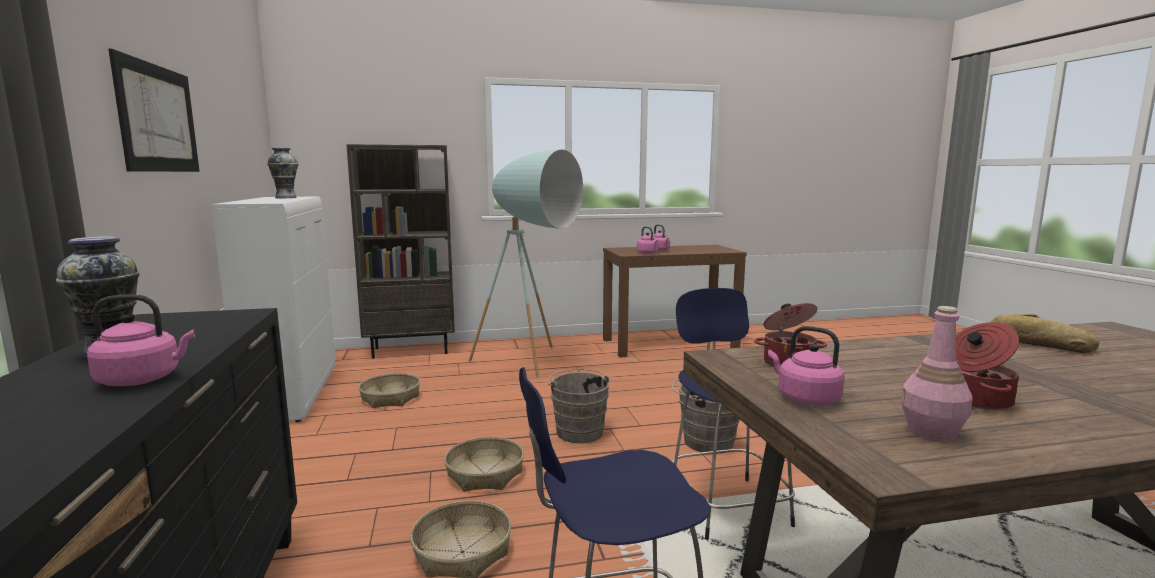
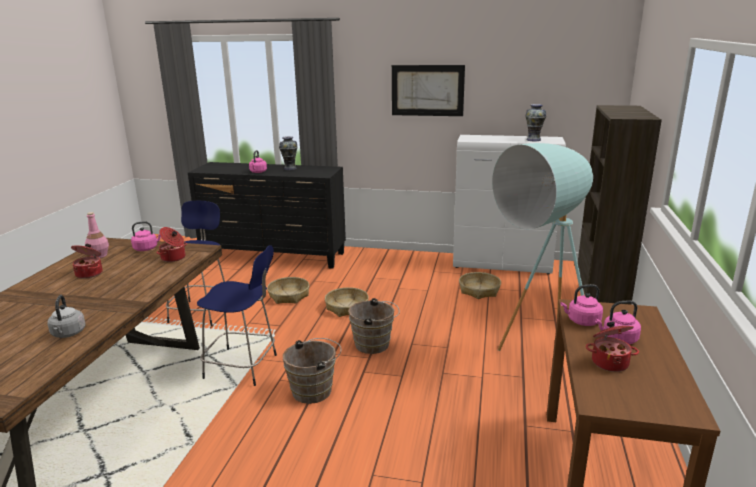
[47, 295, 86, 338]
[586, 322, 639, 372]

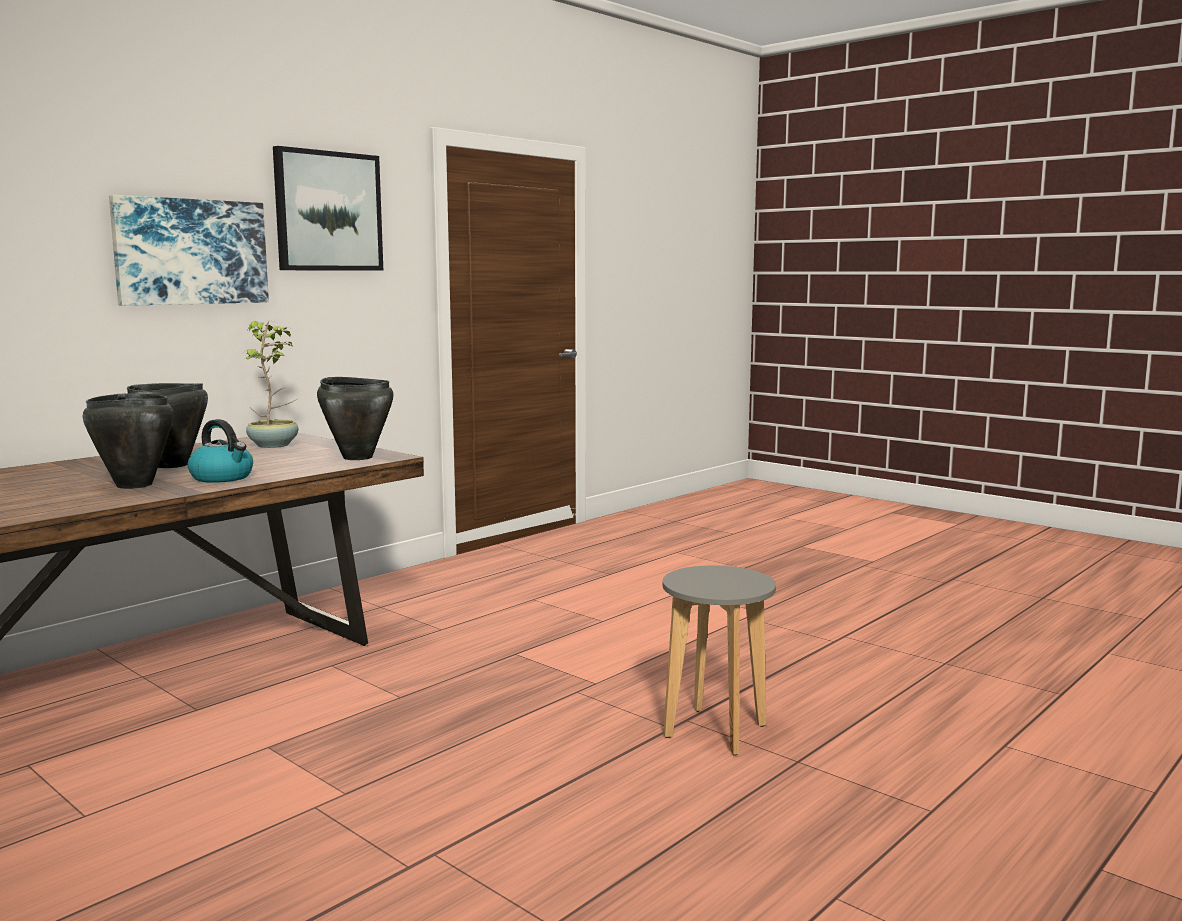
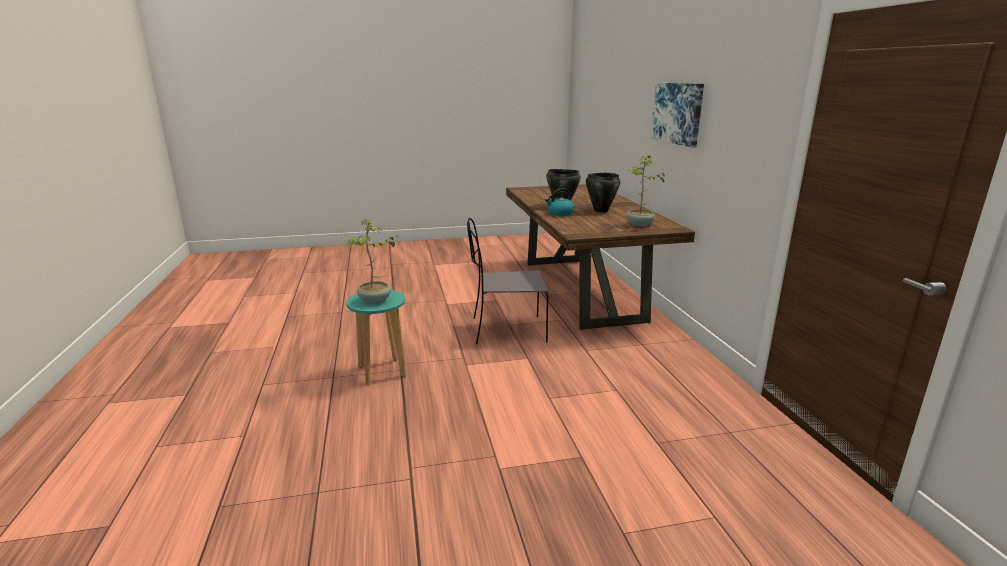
[273, 146, 383, 271] (first image)
[317, 377, 393, 460] (first image)
[346, 290, 406, 385]
[347, 219, 399, 304]
[467, 218, 548, 344]

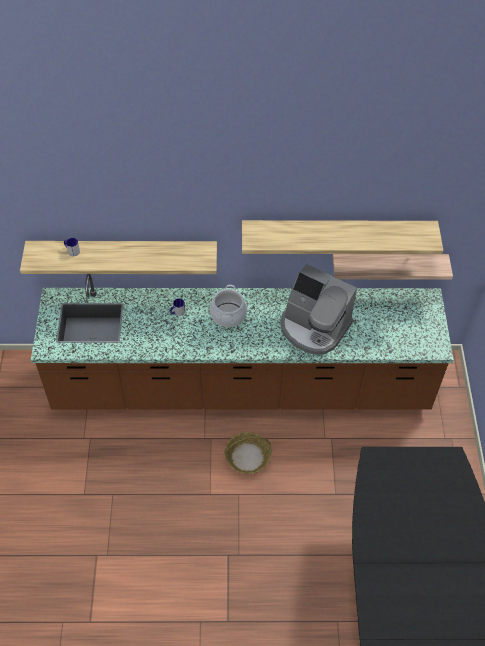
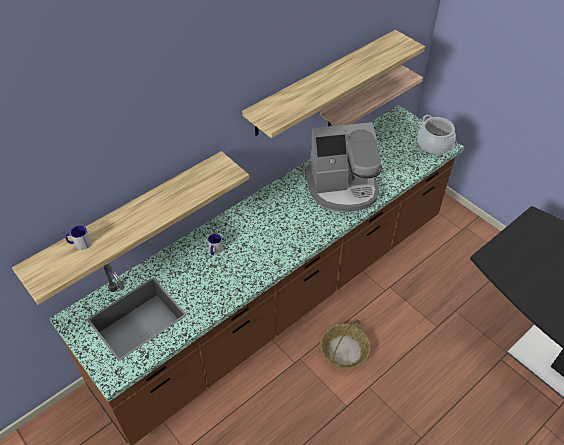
[417, 115, 456, 155]

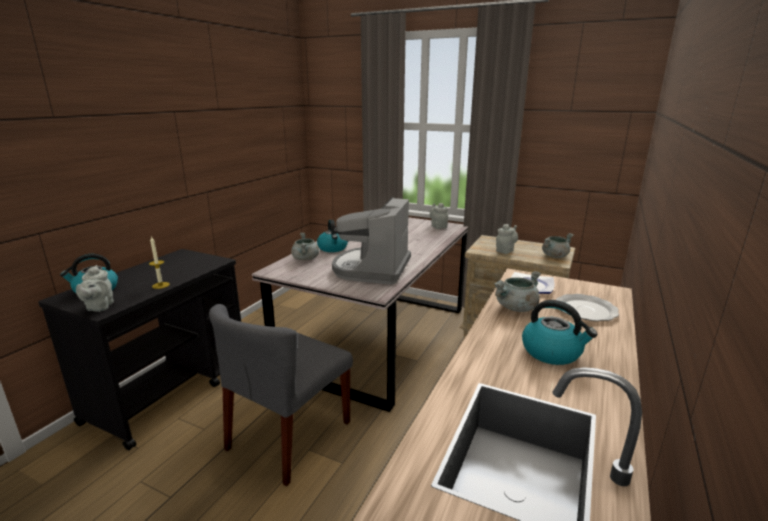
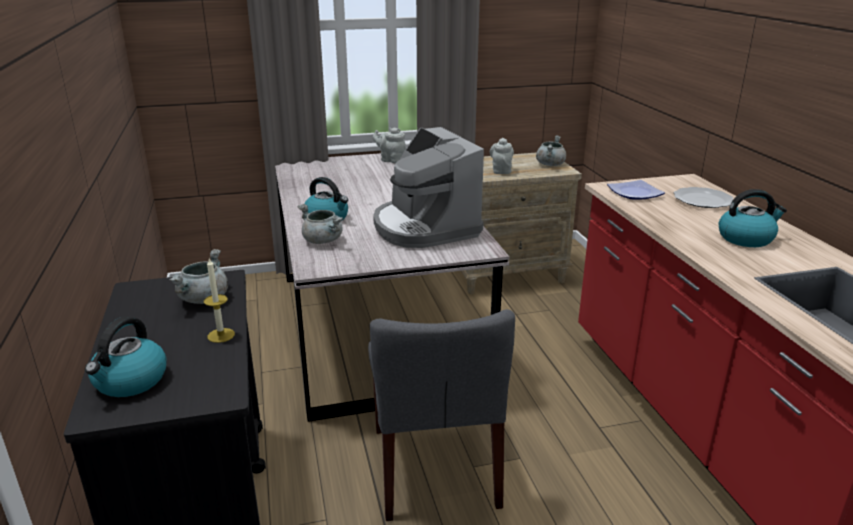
[76, 265, 114, 312] (first image)
[169, 249, 228, 304]

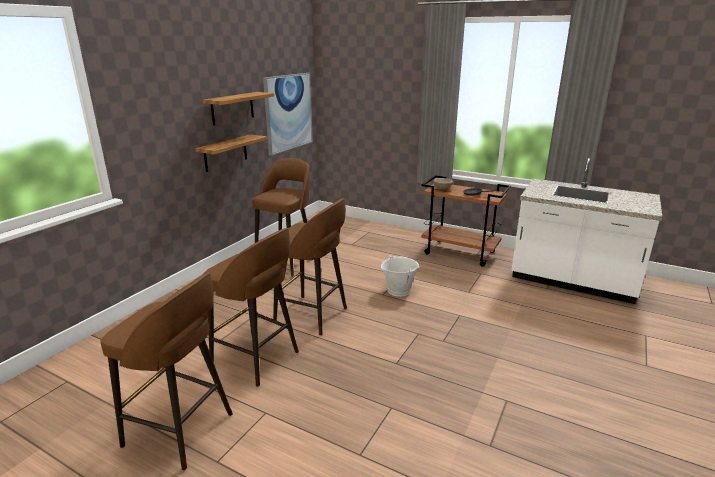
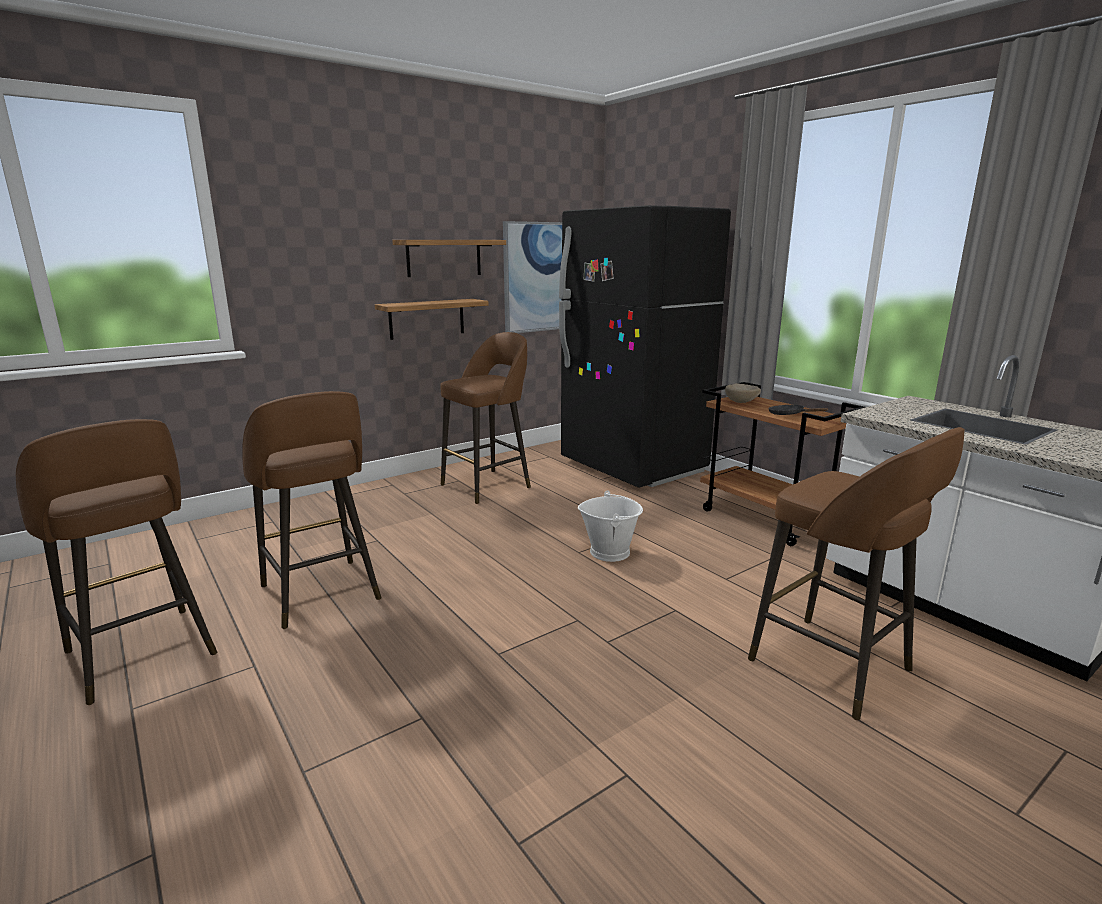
[748, 427, 965, 720]
[559, 205, 731, 488]

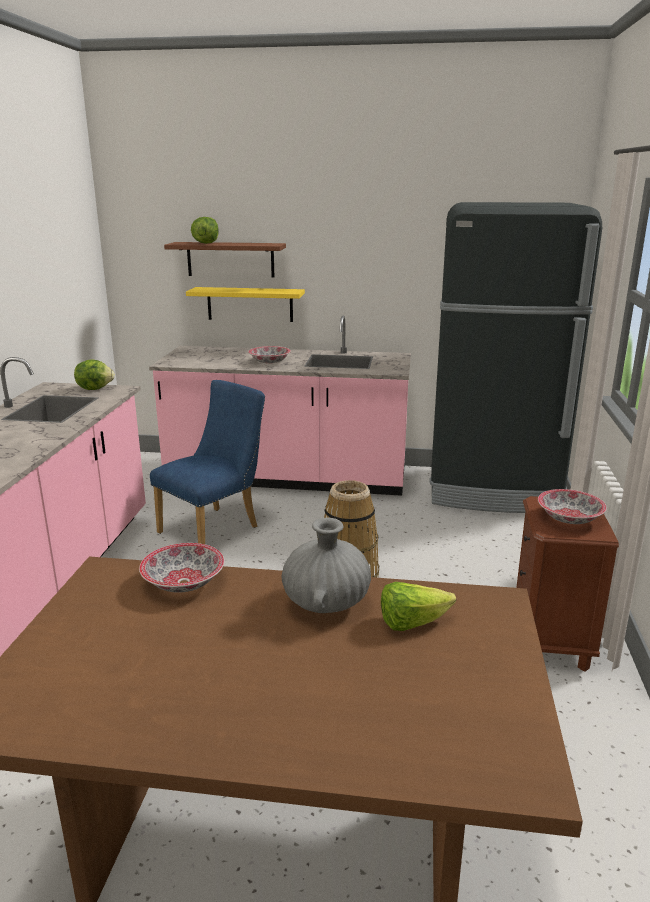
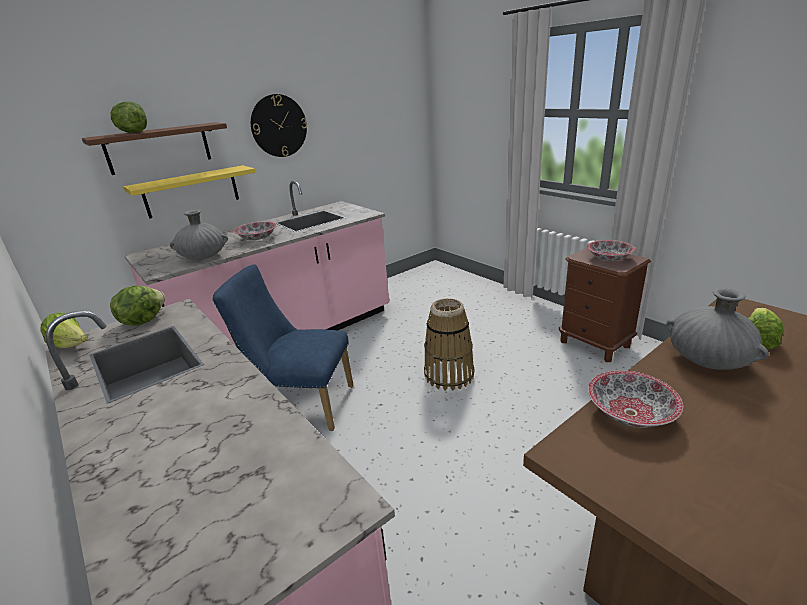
[212, 264, 353, 431]
[430, 202, 602, 513] (first image)
[40, 313, 88, 348]
[170, 210, 228, 260]
[251, 94, 307, 157]

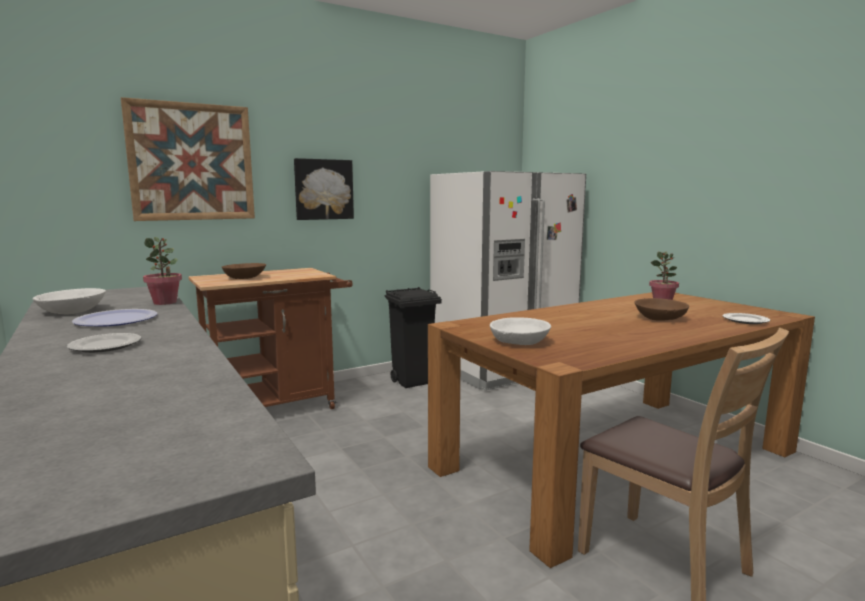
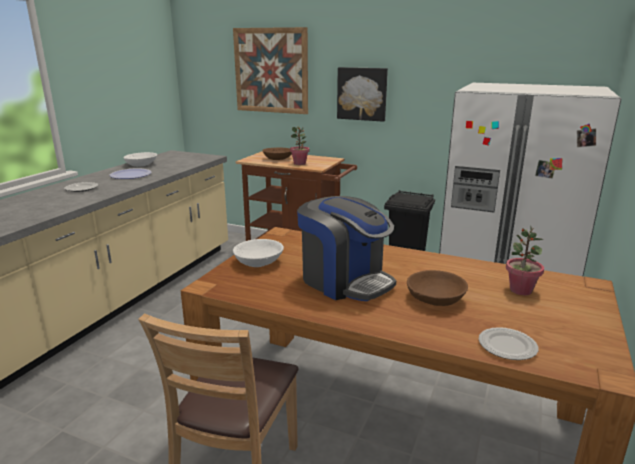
[290, 126, 309, 165]
[297, 196, 396, 301]

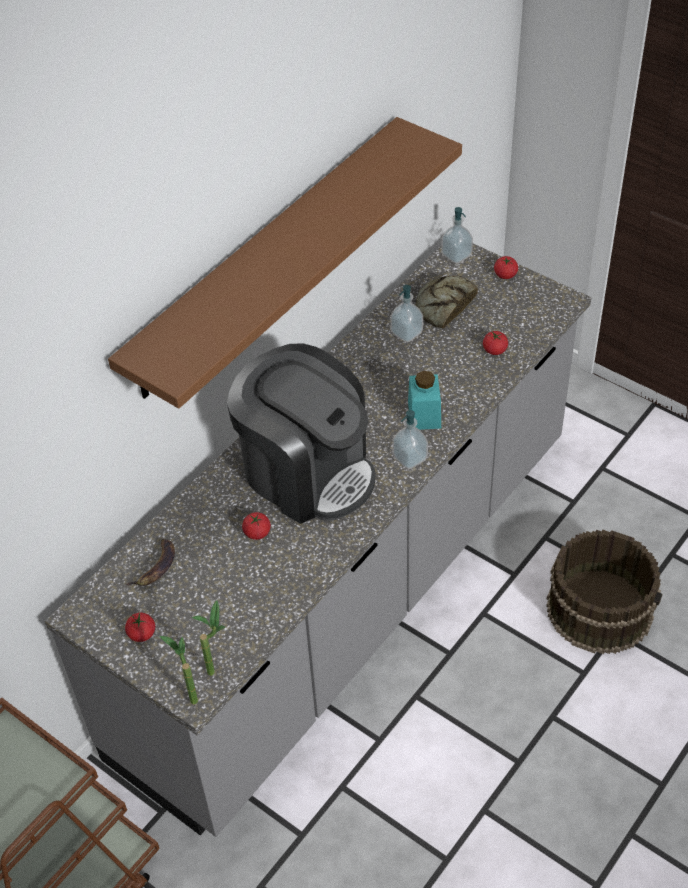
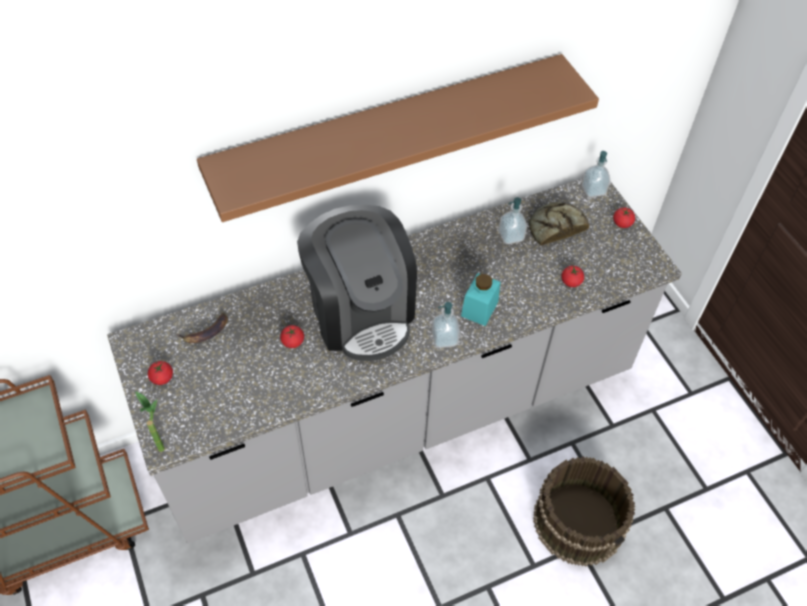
[192, 600, 225, 676] (first image)

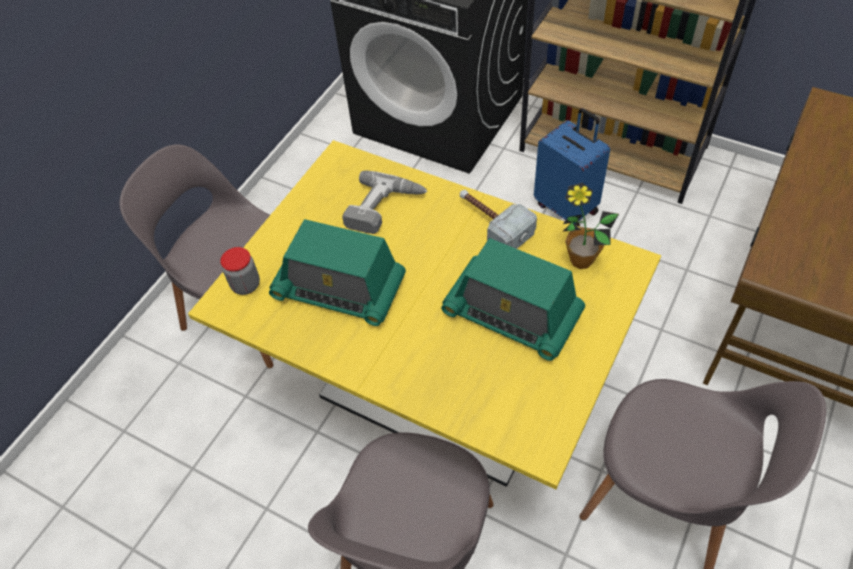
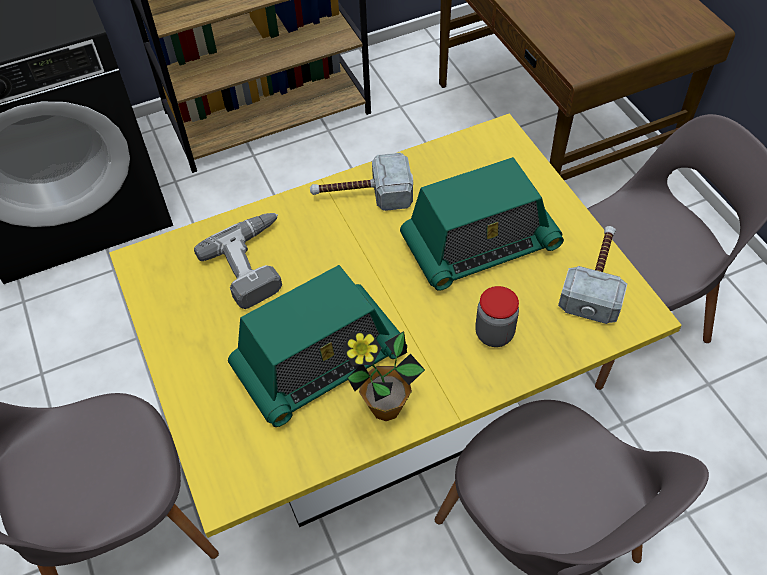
[475, 286, 519, 347]
[534, 108, 610, 227] (first image)
[342, 331, 425, 421]
[558, 226, 627, 324]

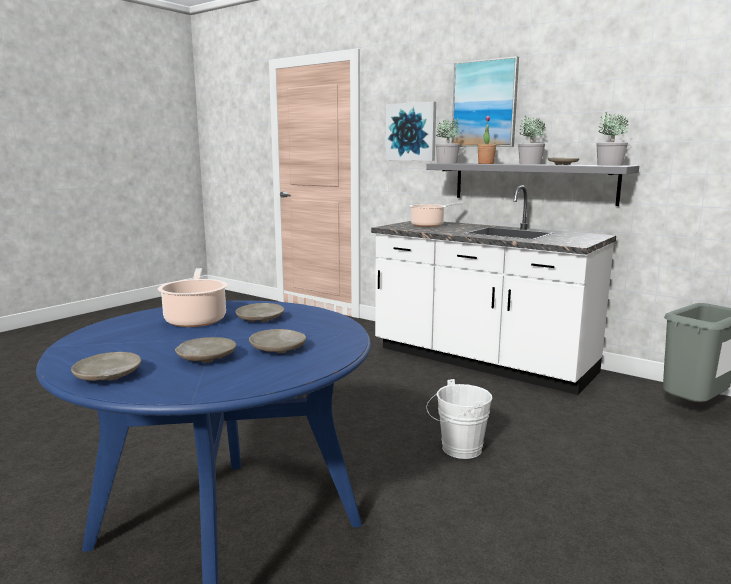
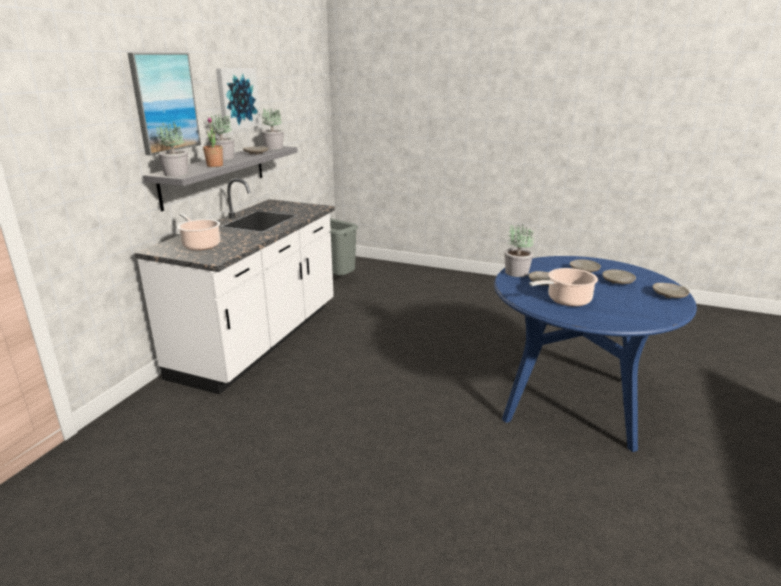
[216, 68, 261, 131]
[426, 379, 492, 459] (first image)
[504, 224, 534, 277]

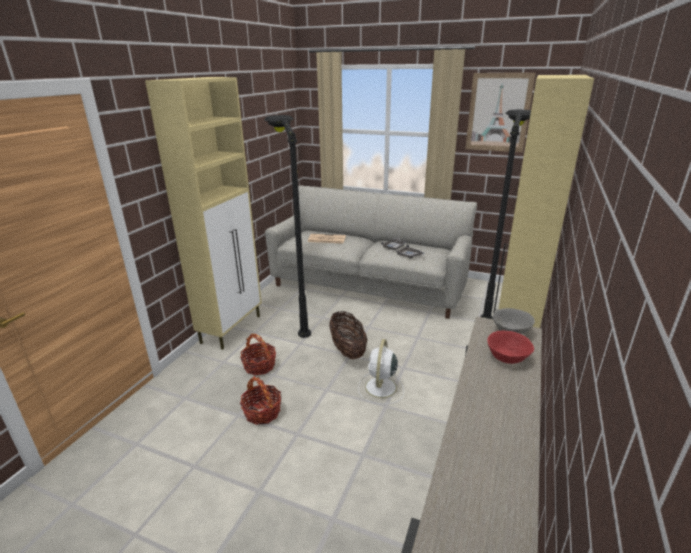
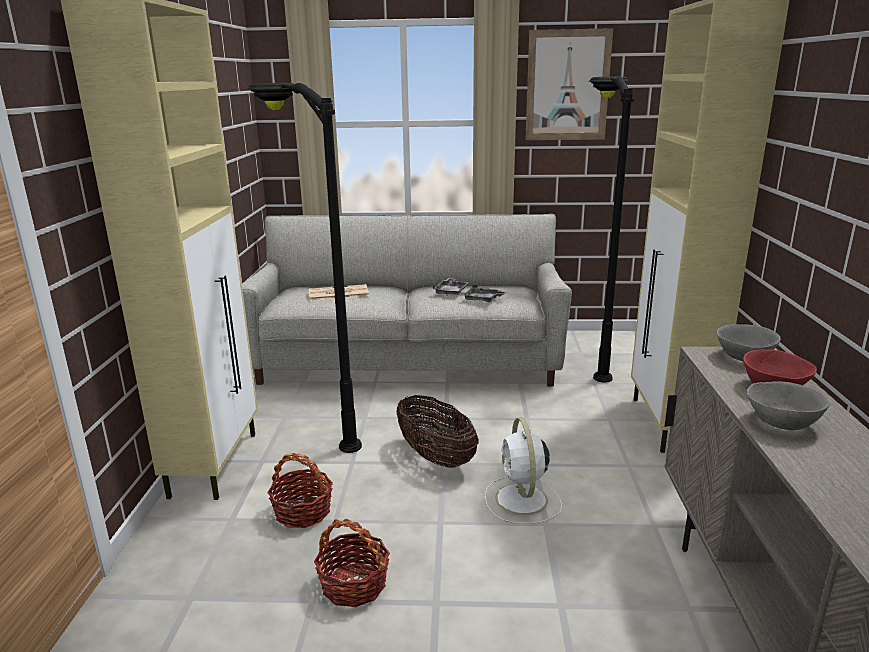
[747, 381, 830, 430]

